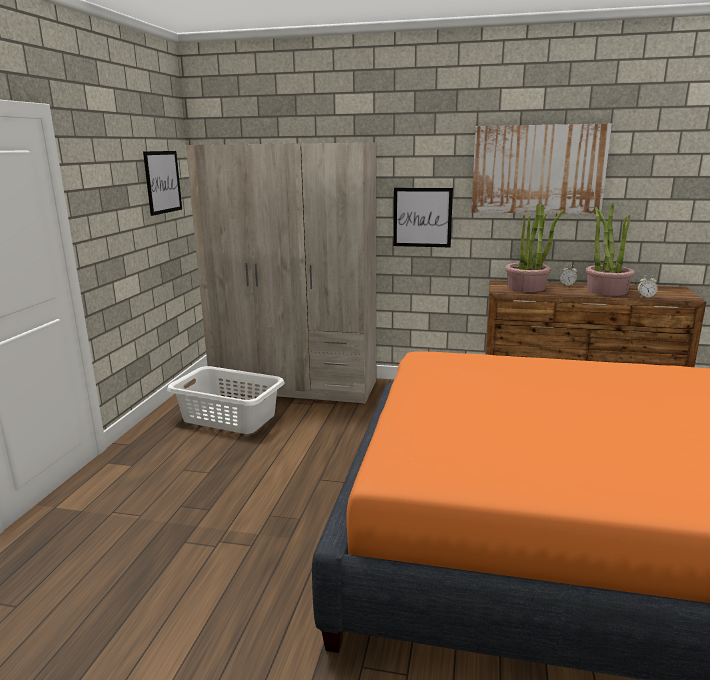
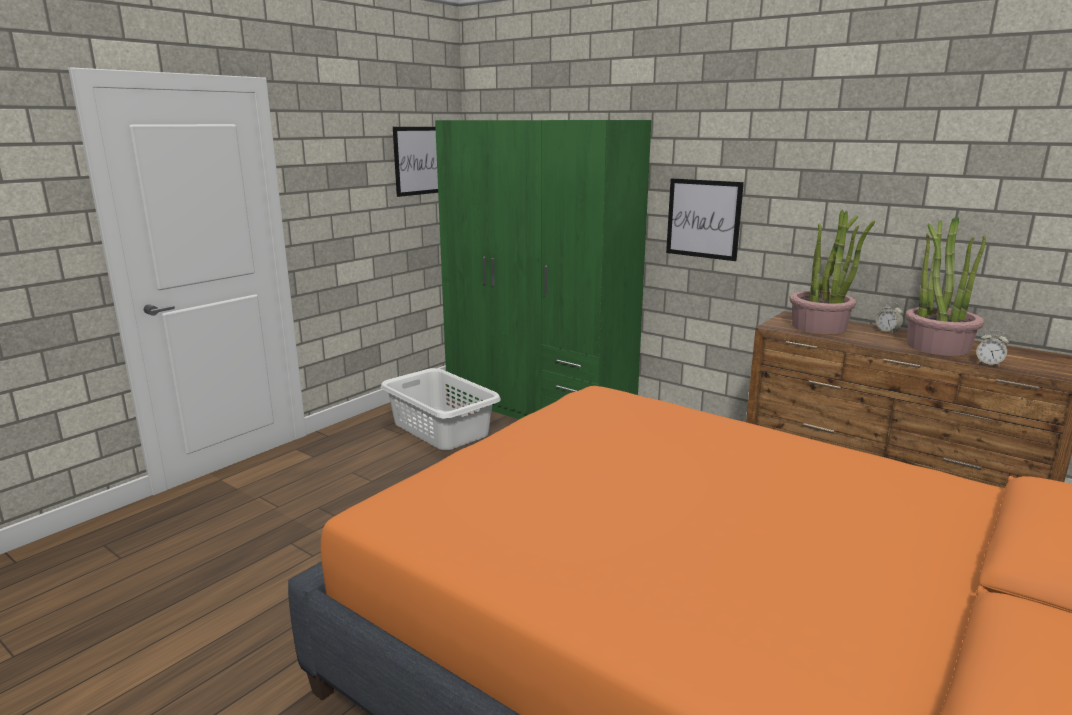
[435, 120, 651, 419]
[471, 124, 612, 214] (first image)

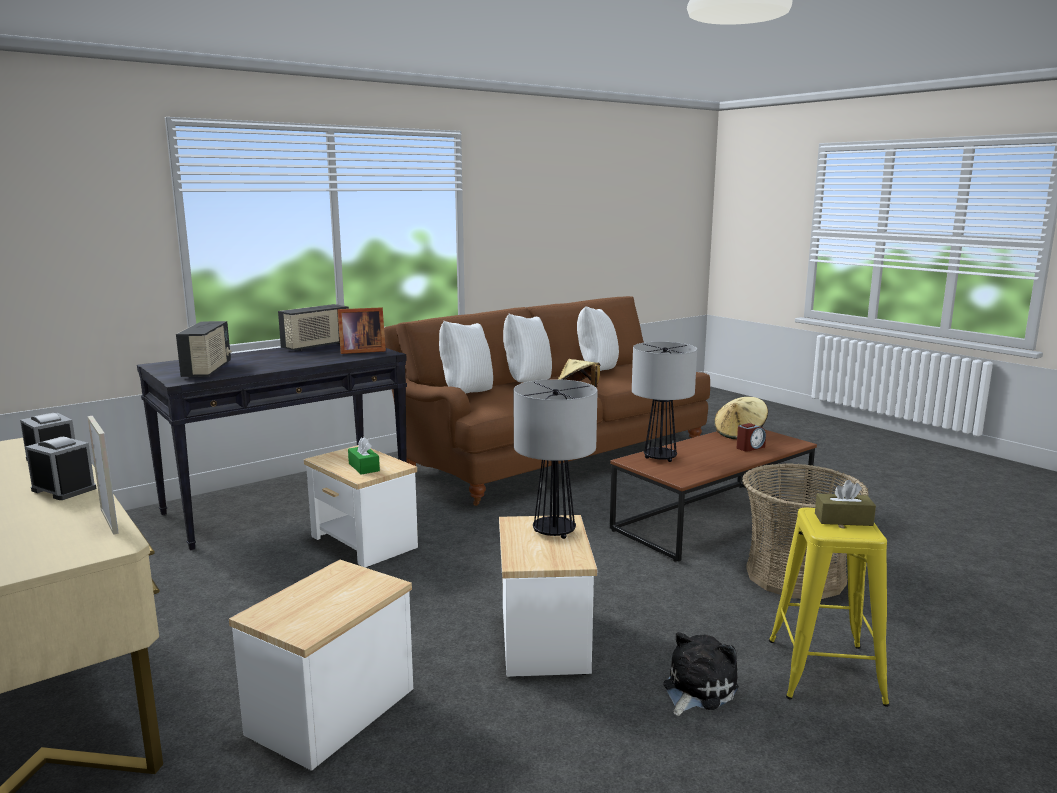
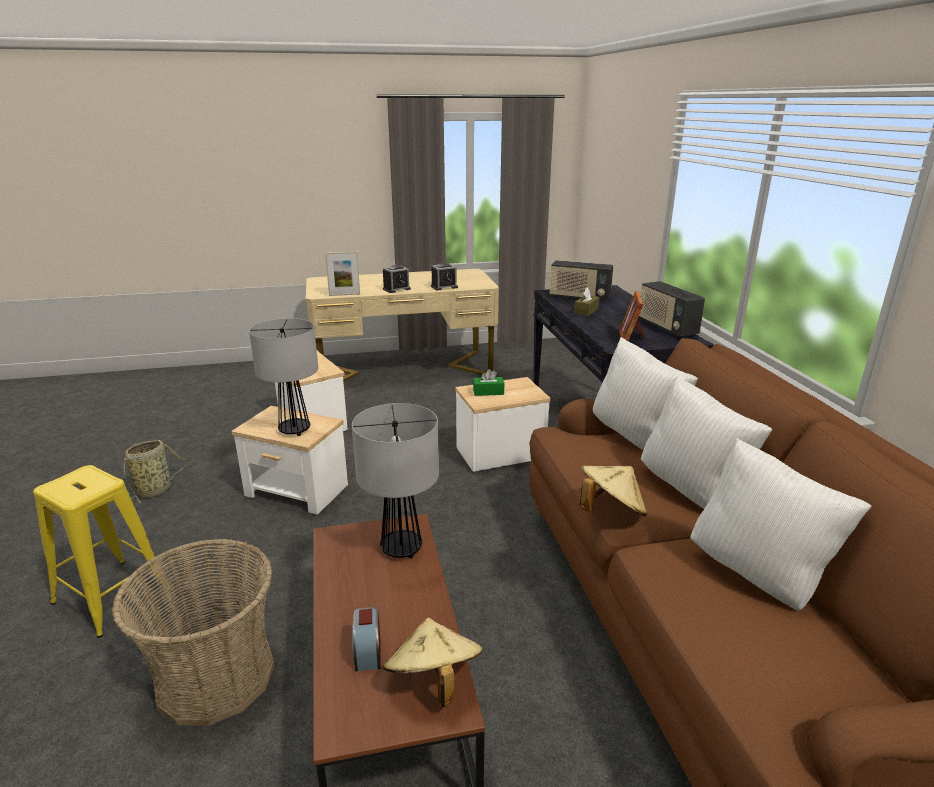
[663, 632, 739, 716] (first image)
[574, 287, 599, 316]
[123, 440, 194, 504]

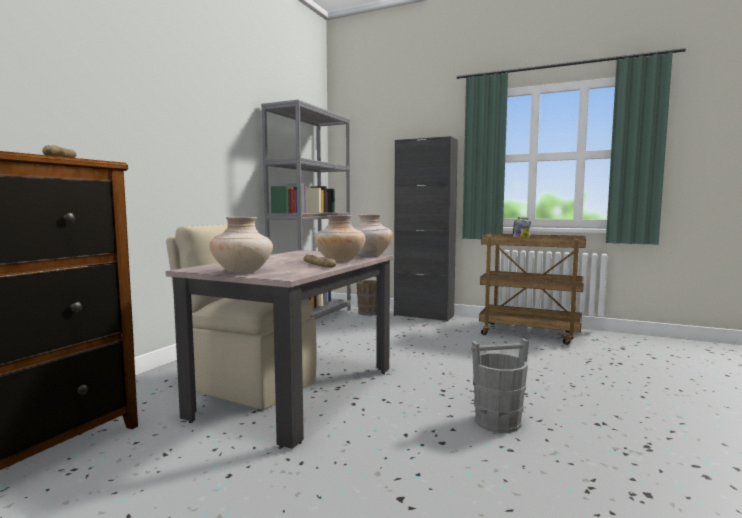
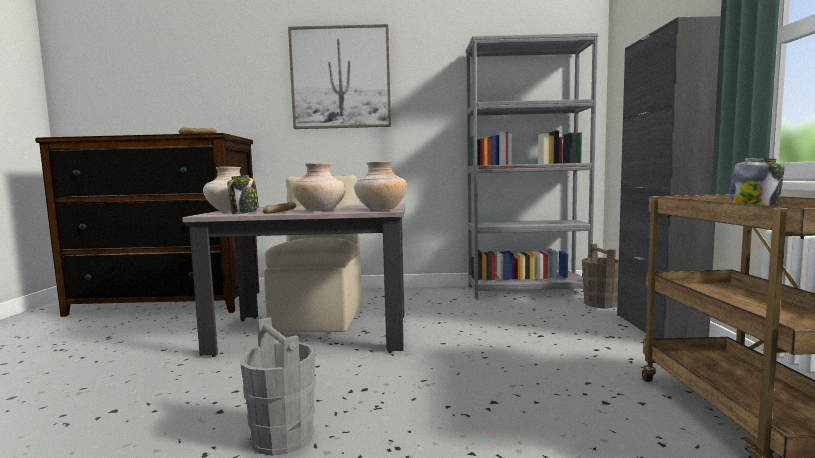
[227, 175, 260, 214]
[288, 24, 391, 129]

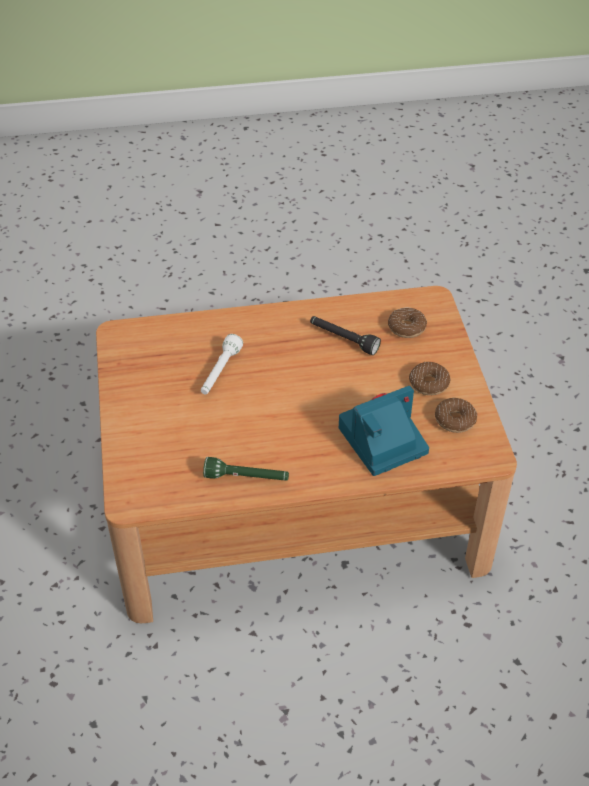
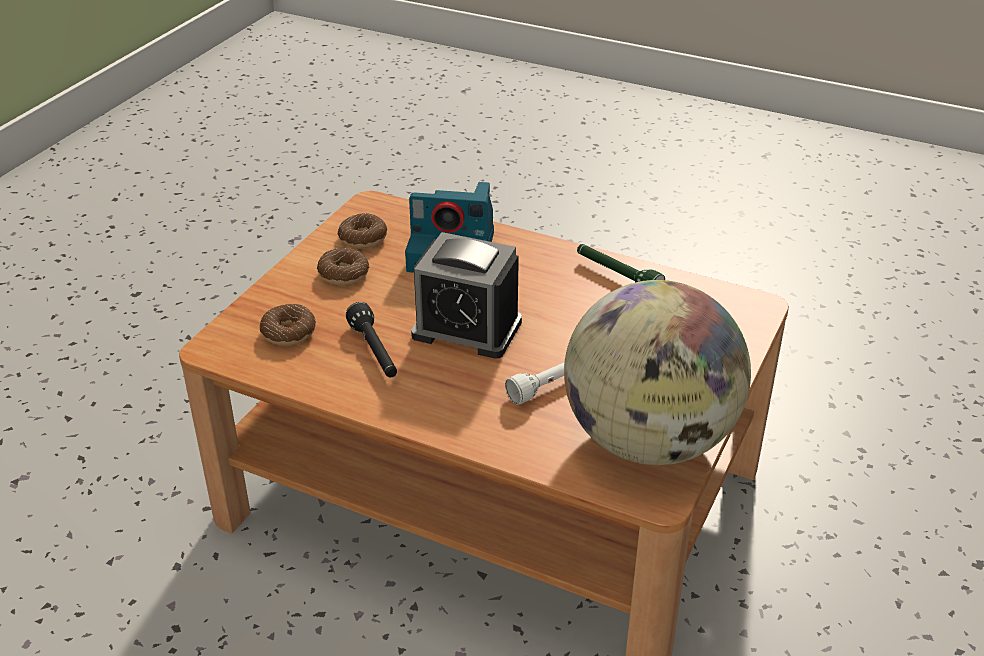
[411, 232, 522, 359]
[564, 280, 751, 465]

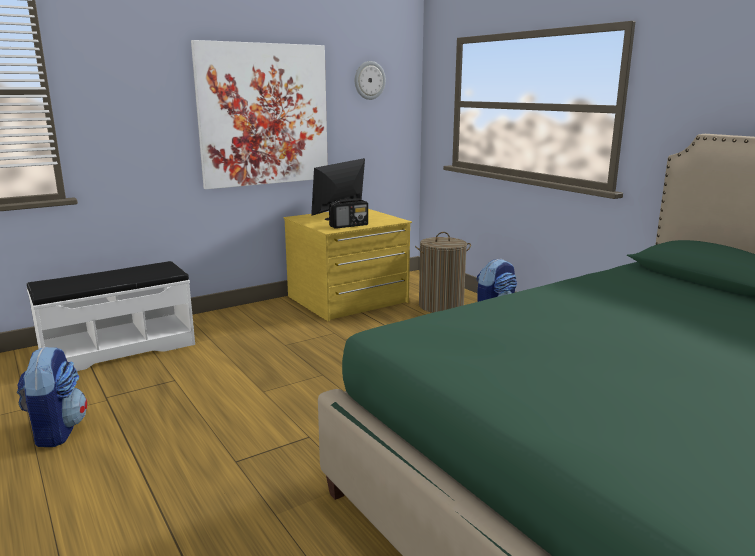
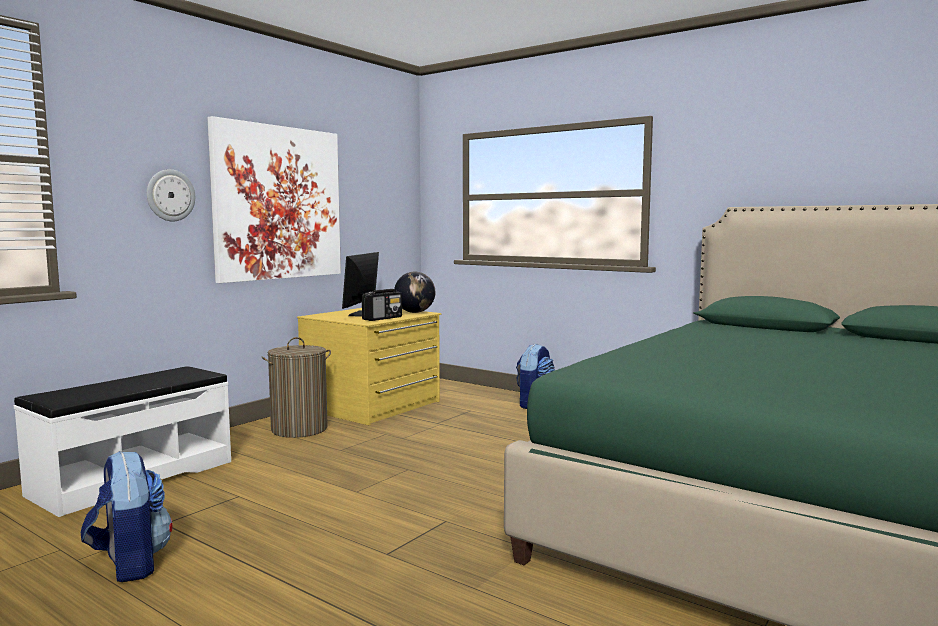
[147, 169, 195, 221]
[261, 337, 331, 438]
[394, 272, 435, 313]

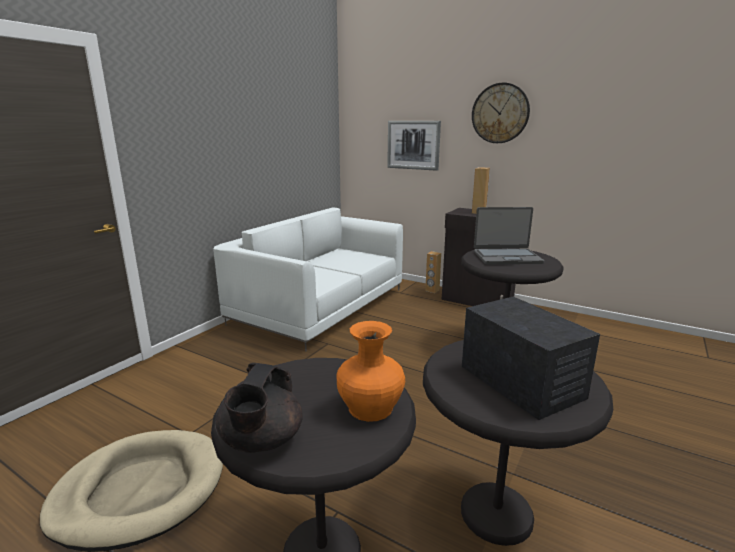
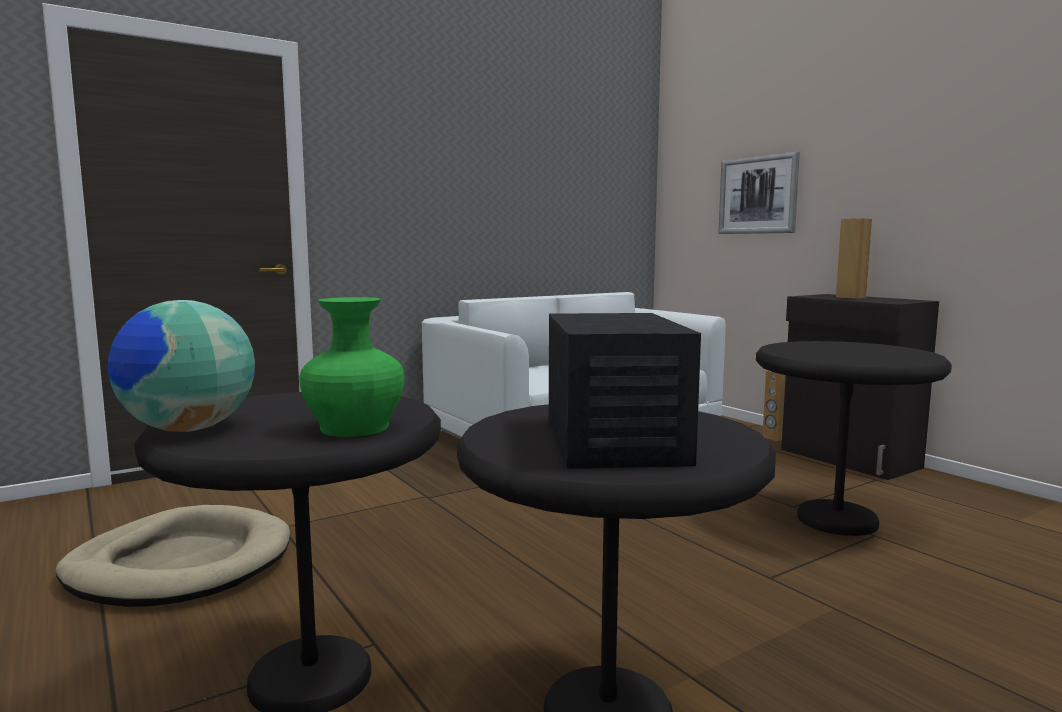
[108, 300, 255, 432]
[300, 297, 405, 437]
[472, 83, 530, 143] (first image)
[474, 207, 544, 264] (first image)

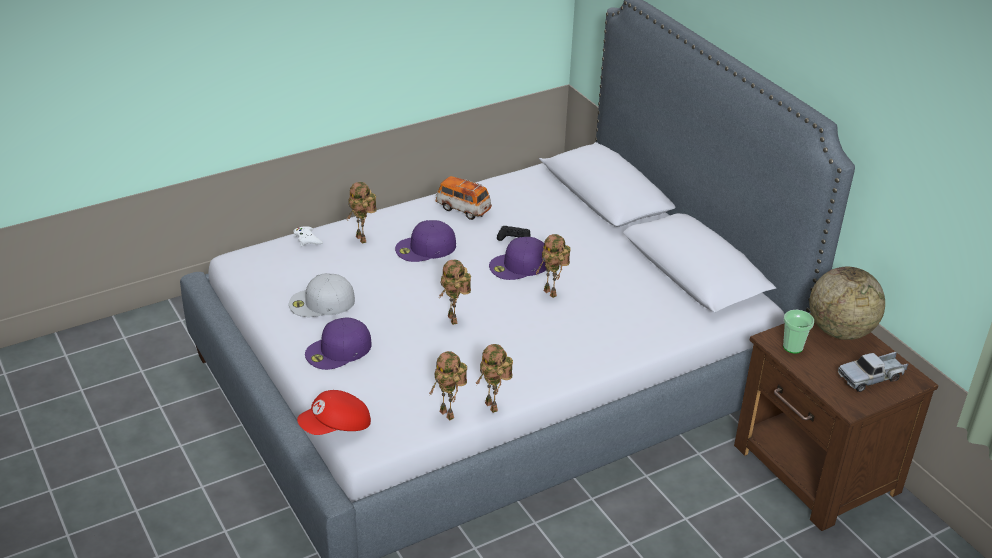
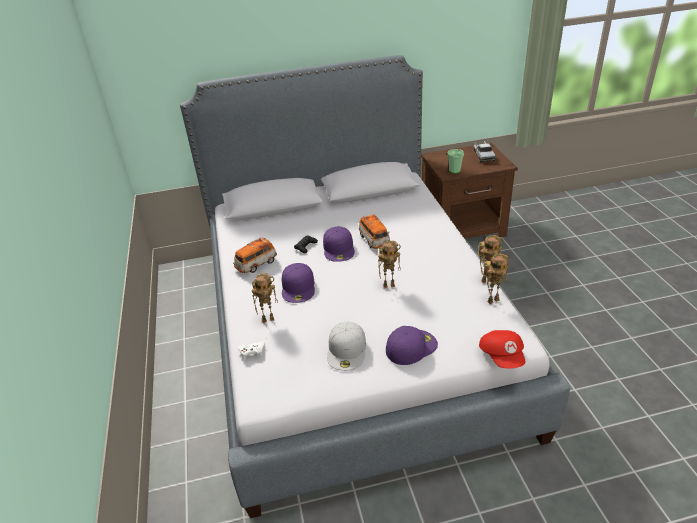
[386, 326, 438, 365]
[359, 214, 390, 249]
[809, 267, 885, 340] (first image)

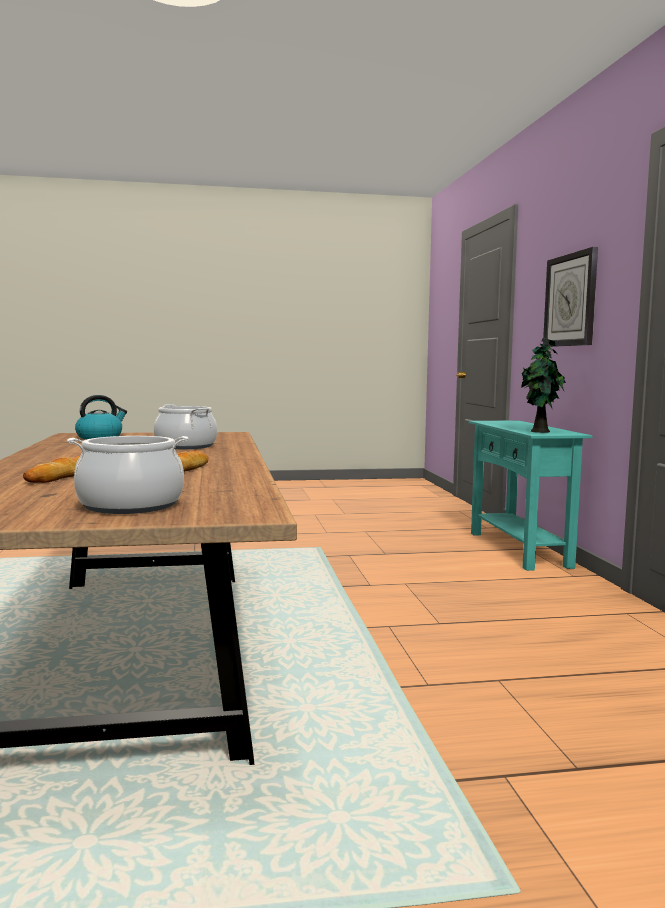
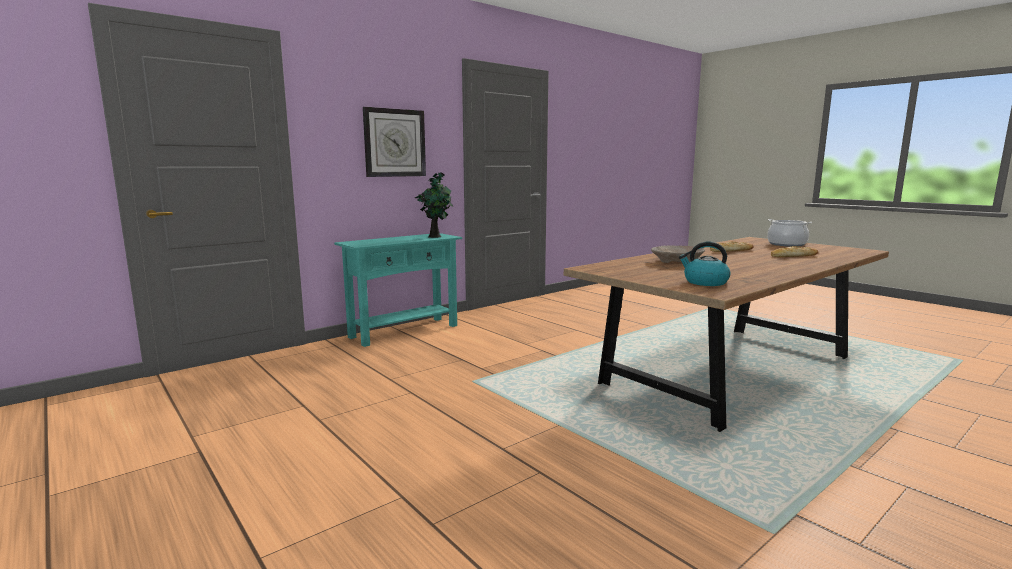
[651, 245, 705, 263]

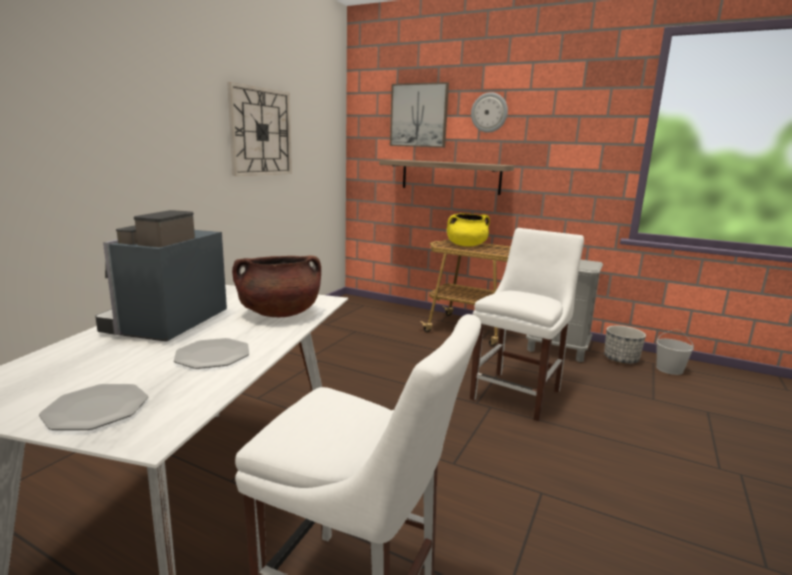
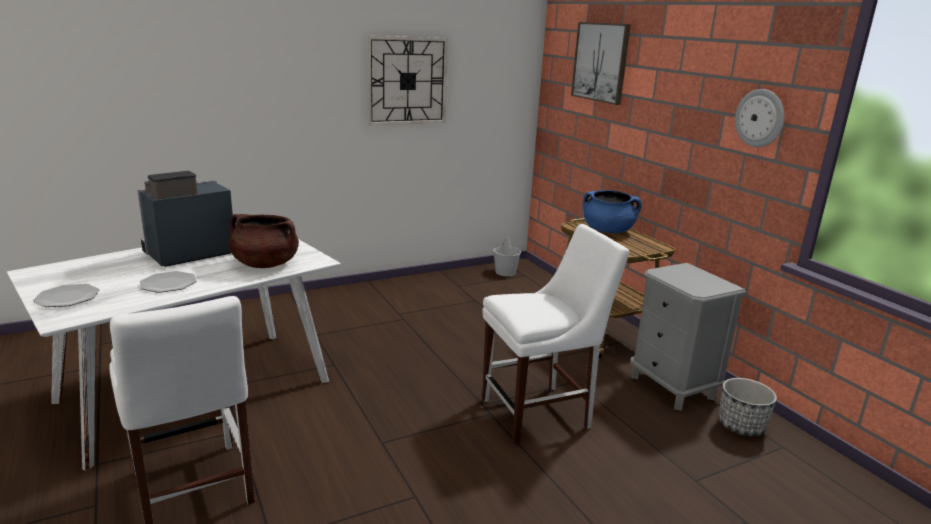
[379, 160, 514, 195] (first image)
[583, 190, 642, 233]
[735, 89, 784, 147]
[493, 238, 521, 276]

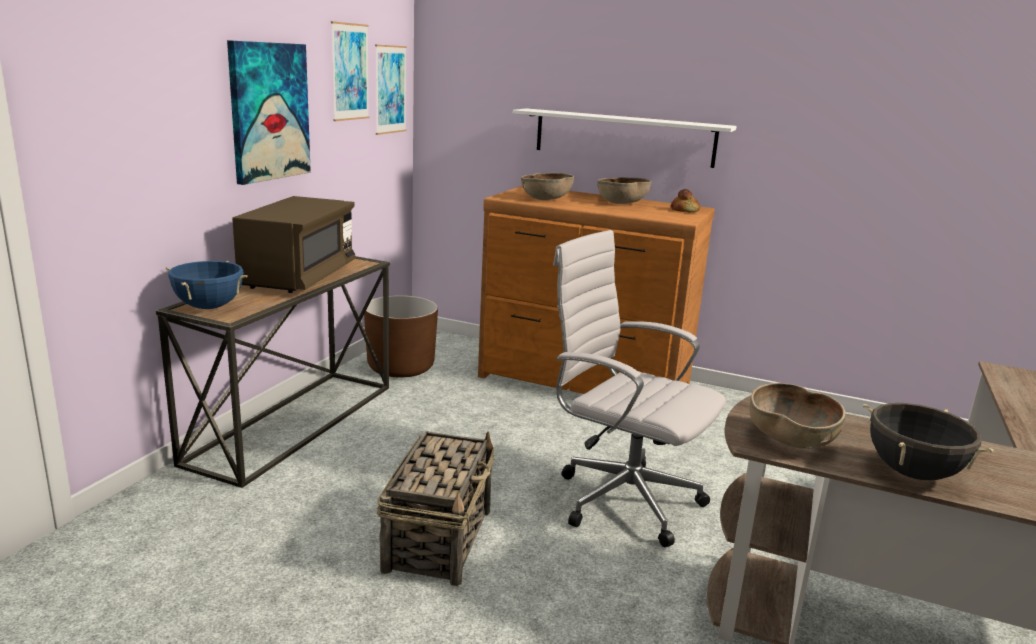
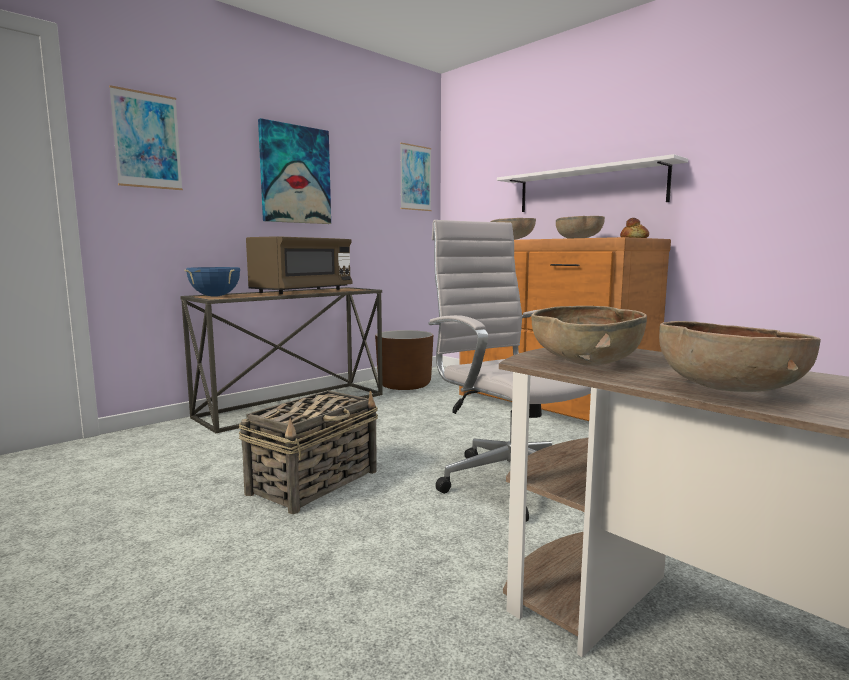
[109, 85, 183, 190]
[659, 321, 821, 392]

